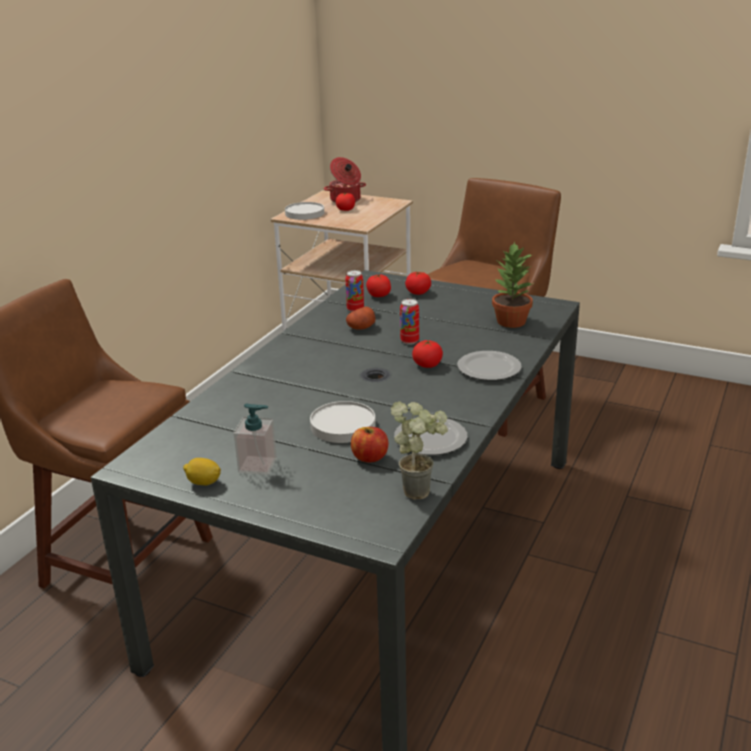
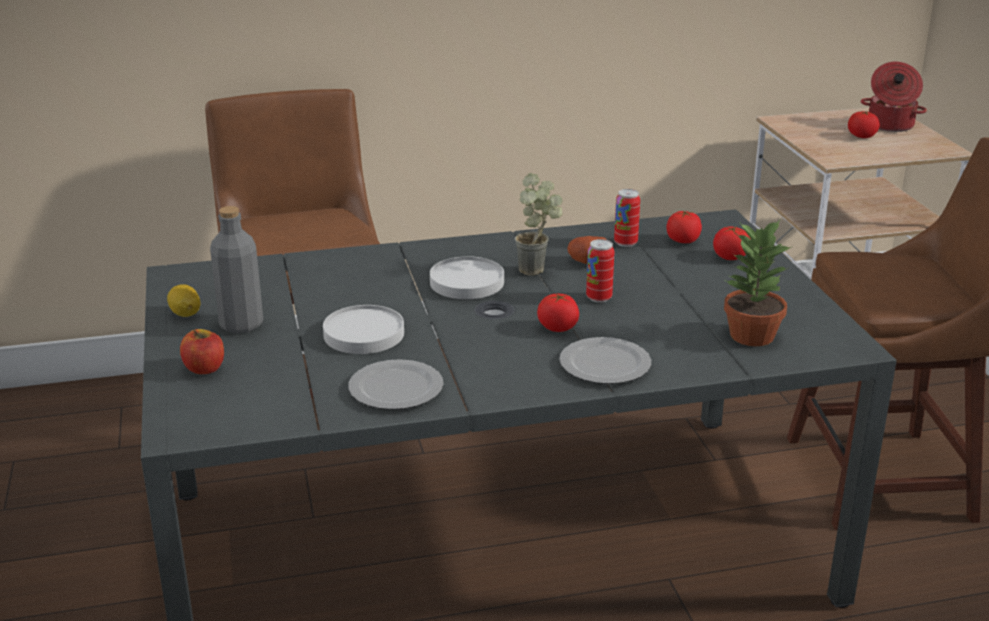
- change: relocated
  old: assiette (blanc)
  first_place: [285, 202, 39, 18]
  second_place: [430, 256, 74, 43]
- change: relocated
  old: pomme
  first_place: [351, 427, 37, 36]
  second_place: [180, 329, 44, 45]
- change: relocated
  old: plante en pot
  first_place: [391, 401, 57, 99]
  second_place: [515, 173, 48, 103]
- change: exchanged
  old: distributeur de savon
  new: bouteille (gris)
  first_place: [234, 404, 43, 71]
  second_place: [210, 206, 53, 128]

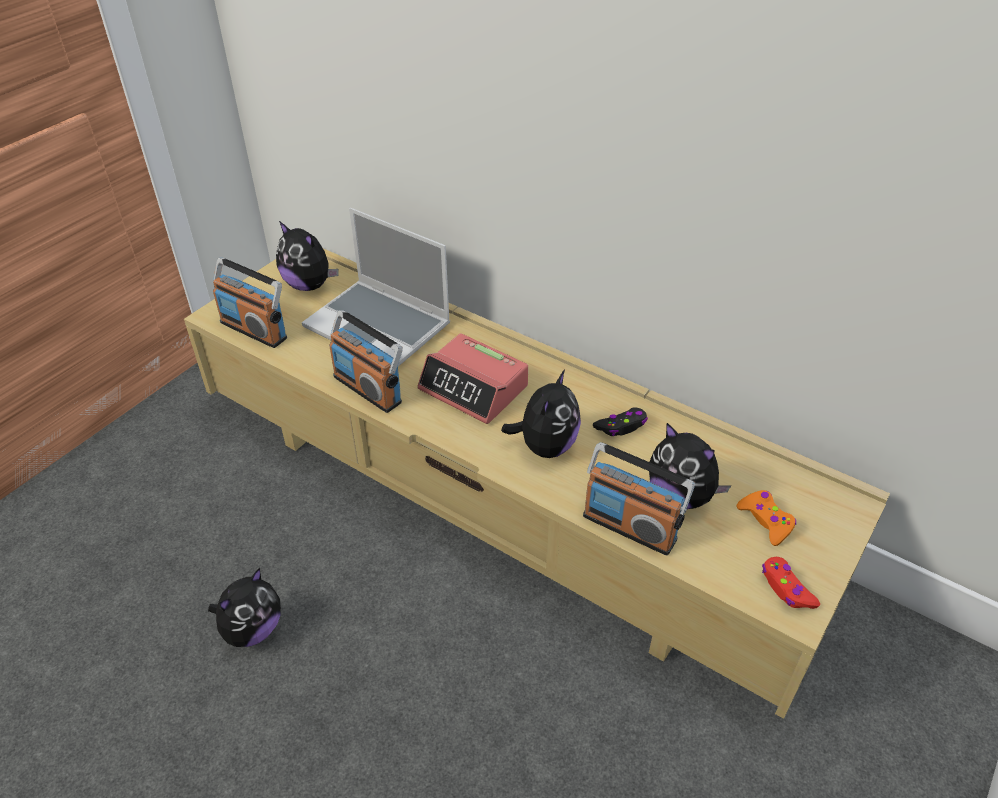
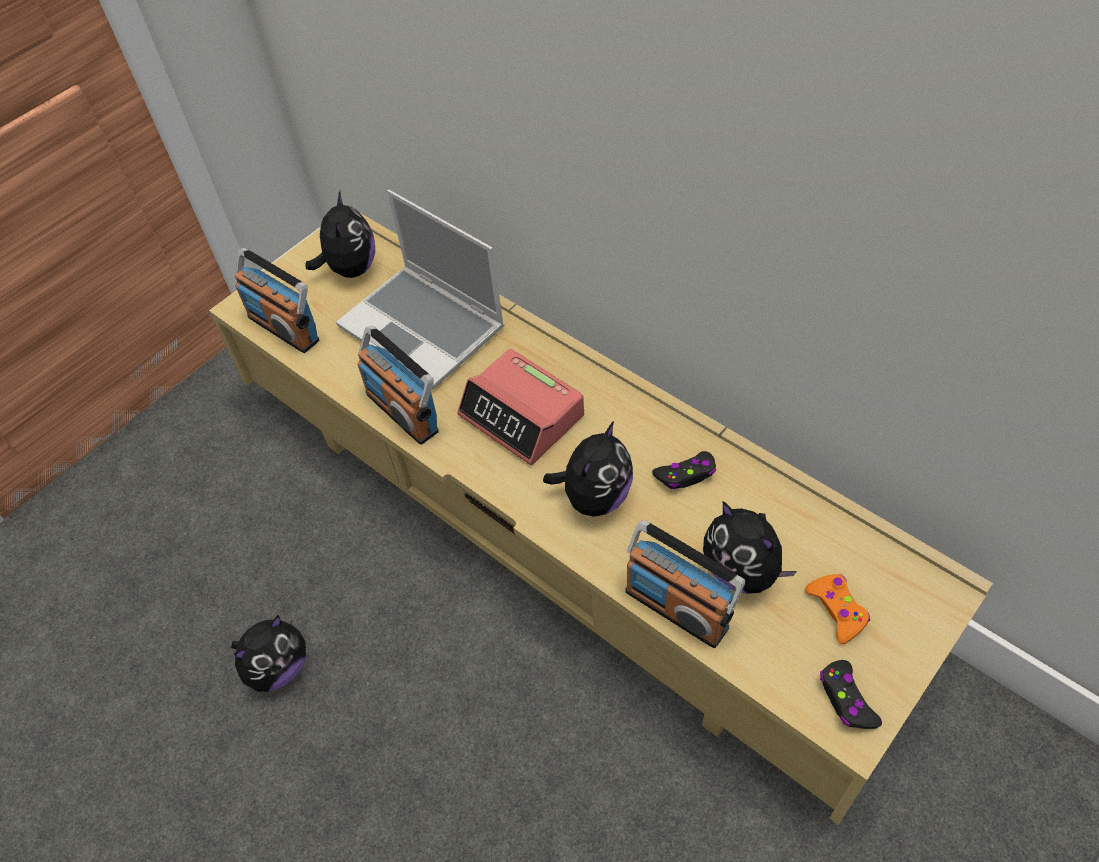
- change: colour
  old: manette (rouge)
  new: manette (noir)
  first_place: [762, 557, 58, 52]
  second_place: [820, 660, 62, 69]
- change: spun
  old: peluche
  first_place: [276, 221, 63, 70]
  second_place: [305, 191, 70, 87]
  degrees: -135

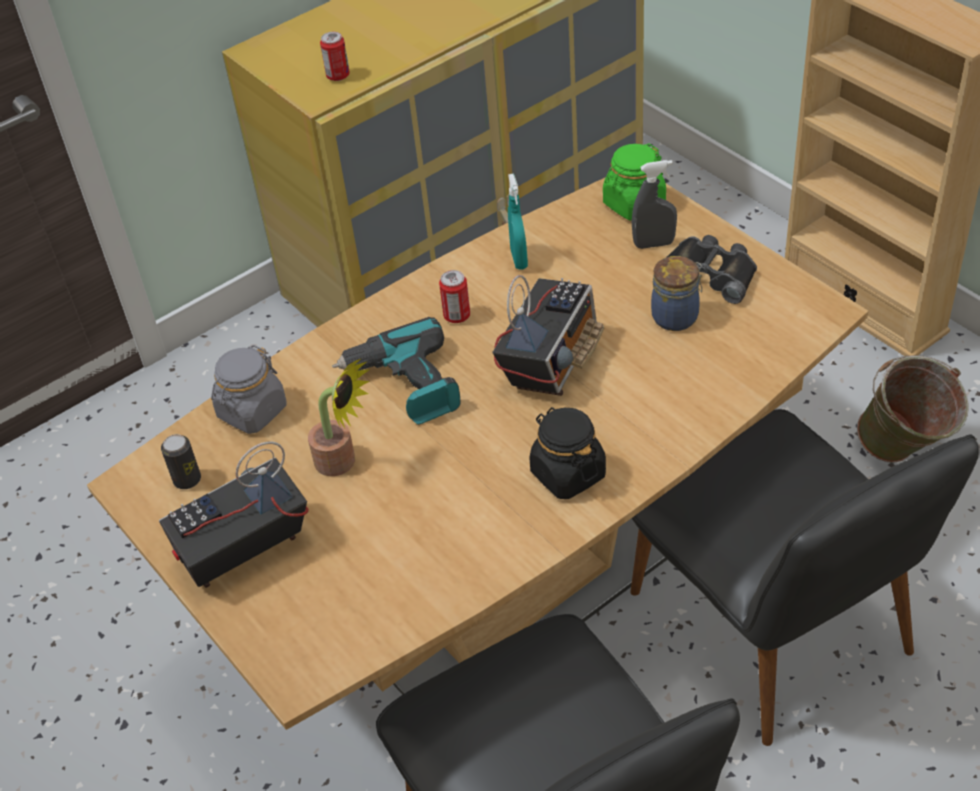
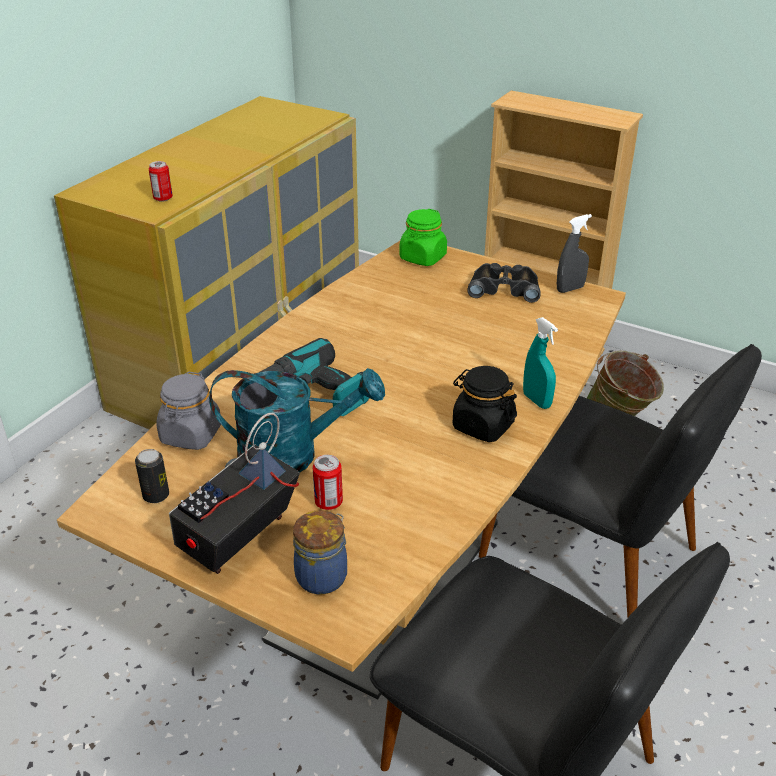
- change: missing
  old: radio
  first_place: [492, 275, 112, 121]
- change: relocated
  old: boîte métallique
  first_place: [439, 270, 31, 53]
  second_place: [313, 455, 30, 55]
- change: relocated
  old: vaporisateur (turquoise)
  first_place: [508, 174, 20, 96]
  second_place: [523, 317, 35, 92]
- change: relocated
  old: vaporisateur (gris)
  first_place: [632, 160, 45, 89]
  second_place: [557, 214, 35, 79]
- change: relocated
  old: bocal
  first_place: [651, 256, 51, 75]
  second_place: [293, 511, 54, 84]
- change: exchanged
  old: plante en pot
  new: arrosoir (turquoise)
  first_place: [308, 358, 62, 118]
  second_place: [209, 368, 176, 104]

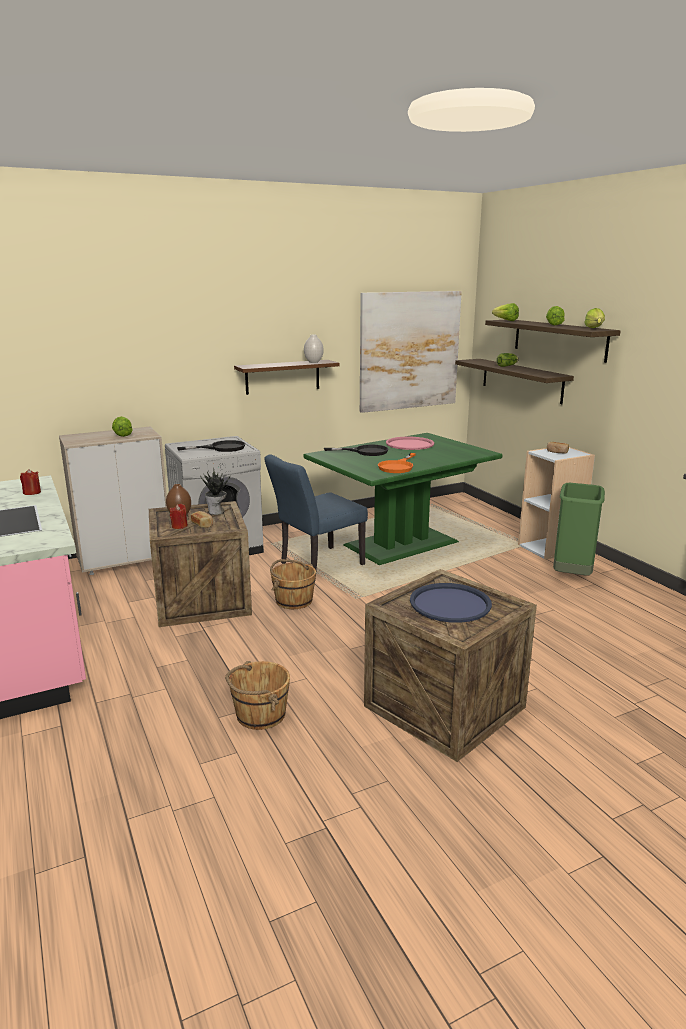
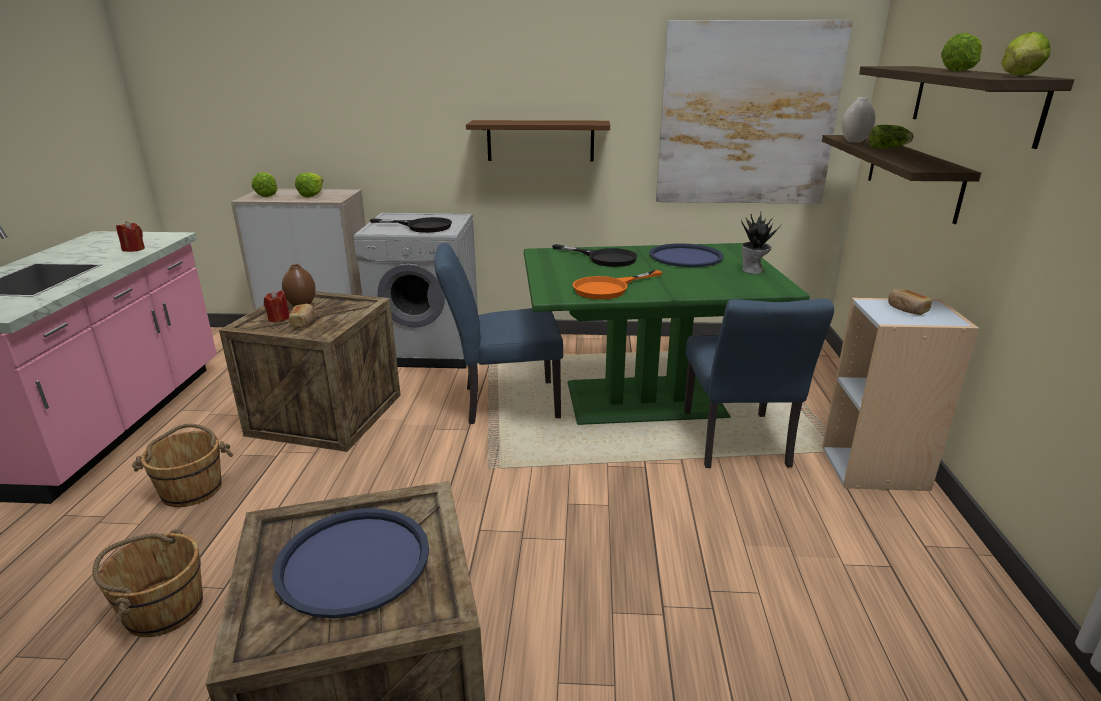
- change: missing
  old: poubelle (vert)
  first_place: [553, 483, 52, 92]
- change: appeared
  new: chaise (bleu)
  second_place: [684, 299, 150, 169]
- change: relocated
  old: plante en pot
  first_place: [201, 467, 29, 48]
  second_place: [741, 213, 41, 61]
- change: relocated
  old: seau (marron)
  first_place: [270, 559, 46, 50]
  second_place: [132, 424, 101, 83]
- change: relocated
  old: vase (blanc)
  first_place: [304, 335, 20, 28]
  second_place: [841, 97, 34, 46]
- change: relocated
  old: laitue
  first_place: [492, 303, 27, 18]
  second_place: [252, 172, 25, 25]
- change: colour
  old: plateau (rose)
  new: plateau (bleu)
  first_place: [386, 437, 48, 13]
  second_place: [649, 243, 75, 24]

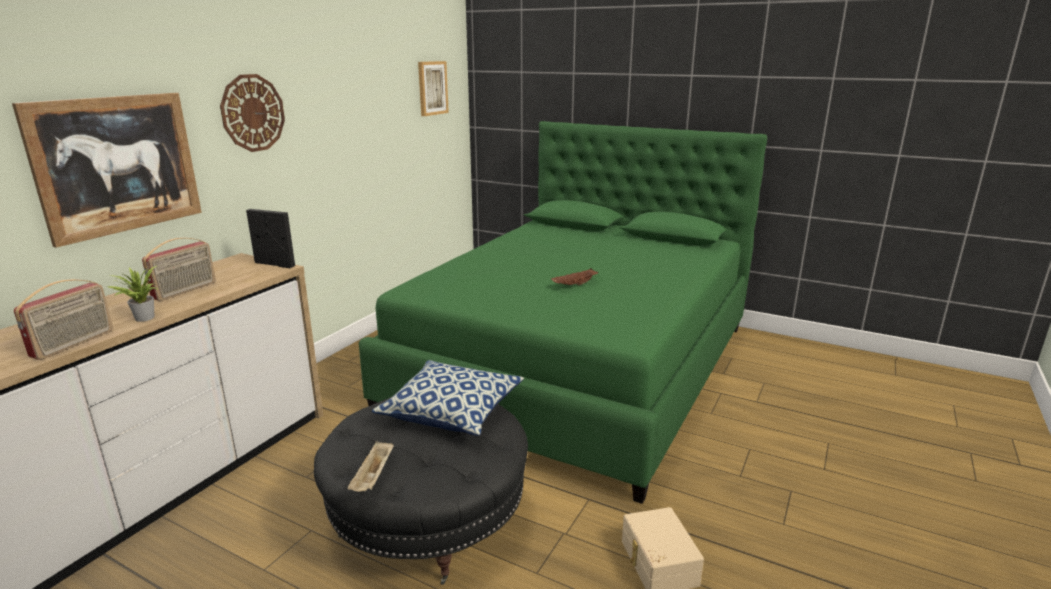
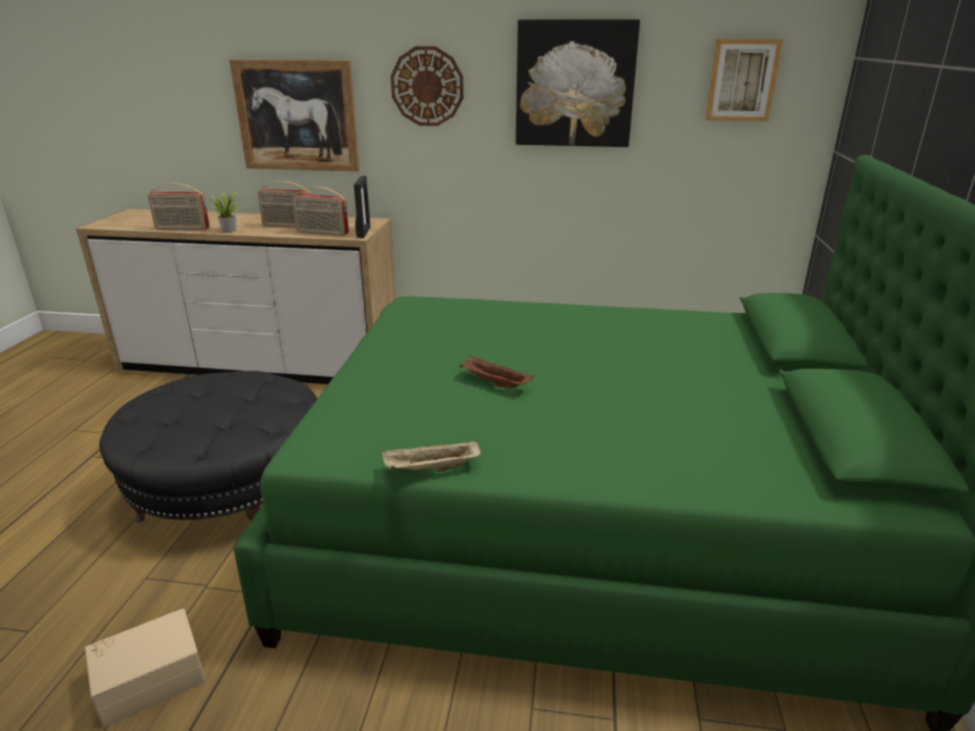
- change: missing
  old: coussin
  first_place: [372, 360, 152, 76]
- change: appeared
  new: radio
  second_place: [292, 187, 57, 49]
- change: appeared
  new: tableau
  second_place: [516, 19, 124, 128]
- change: relocated
  old: plateau (beige)
  first_place: [347, 441, 47, 50]
  second_place: [382, 439, 99, 33]

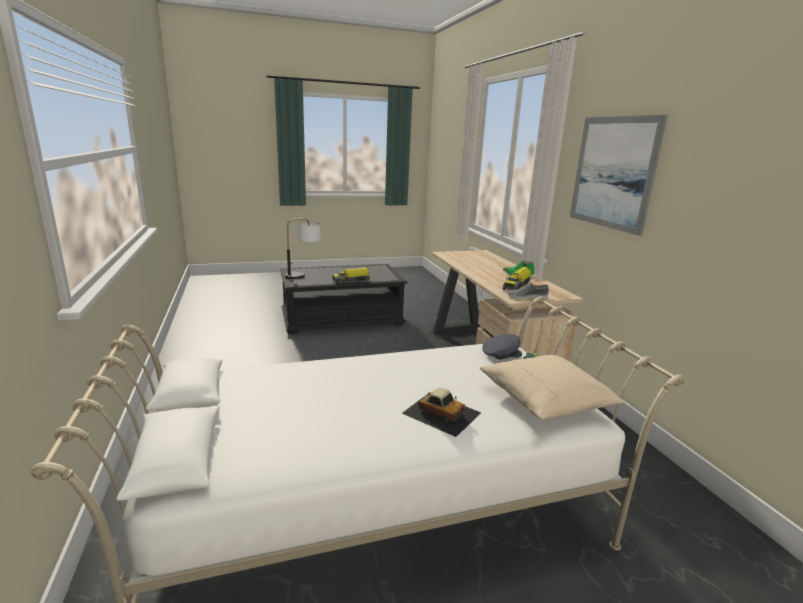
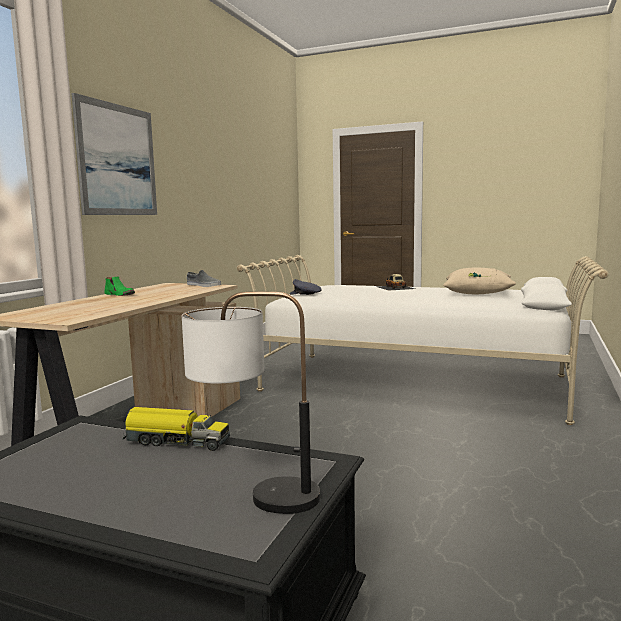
- change: missing
  old: camion jouet
  first_place: [503, 267, 28, 23]
- change: relocated
  old: coussin (beige)
  first_place: [480, 353, 143, 67]
  second_place: [443, 268, 73, 26]

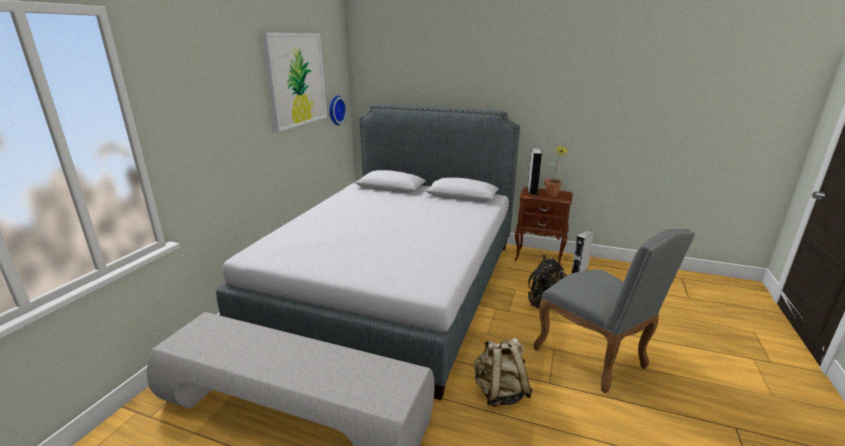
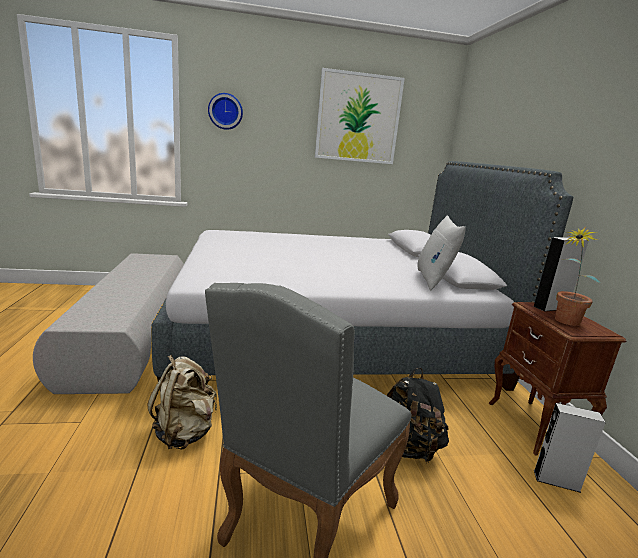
- change: appeared
  new: coussin (gris)
  second_place: [417, 215, 49, 75]
- change: relocated
  old: horloge murale
  first_place: [329, 95, 18, 30]
  second_place: [208, 93, 35, 37]

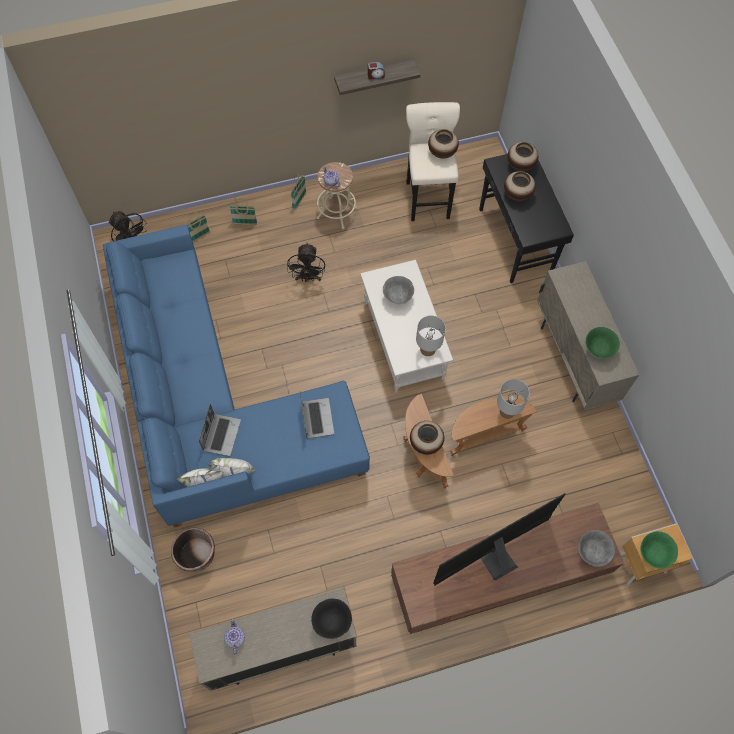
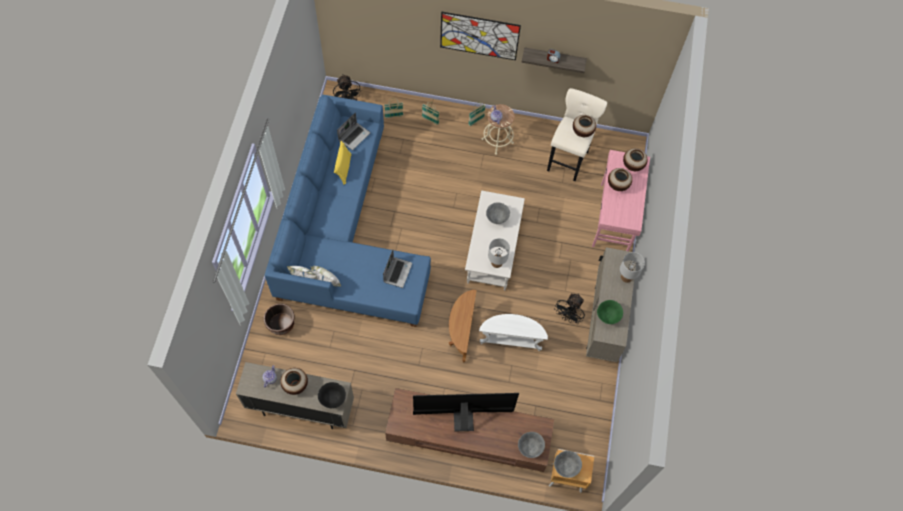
- change: appeared
  new: coussin (jaune)
  second_place: [334, 141, 18, 44]
- change: appeared
  new: tableau
  second_place: [440, 11, 81, 49]
- change: relocated
  old: ordinateur portable
  first_place: [199, 404, 42, 52]
  second_place: [337, 113, 33, 37]
- change: relocated
  old: ventilateur (noir)
  first_place: [287, 243, 38, 39]
  second_place: [554, 293, 31, 31]
- change: relocated
  old: vase
  first_place: [410, 421, 34, 34]
  second_place: [280, 368, 28, 27]
- change: relocated
  old: lampe de table (gris)
  first_place: [497, 379, 32, 40]
  second_place: [620, 252, 25, 31]
- change: colour
  old: table d'appoint (marron)
  new: table d'appoint (blanc)
  first_place: [450, 397, 87, 59]
  second_place: [479, 314, 69, 37]
- change: colour
  old: table console (noir)
  new: table console (rose)
  first_place: [479, 154, 95, 129]
  second_place: [592, 150, 58, 101]
- change: colour
  old: bol (vert)
  new: bol (gris)
  first_place: [640, 531, 38, 38]
  second_place: [554, 451, 28, 27]

